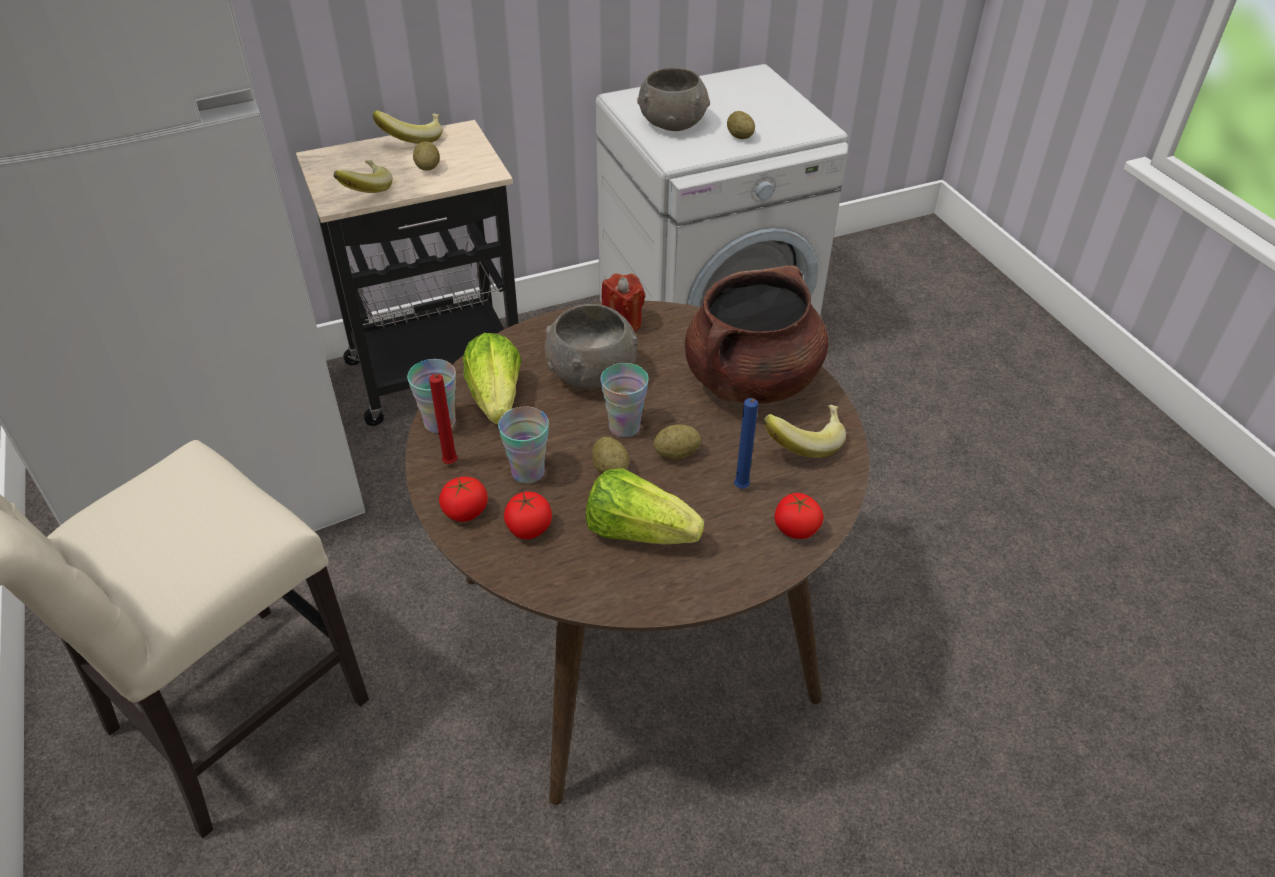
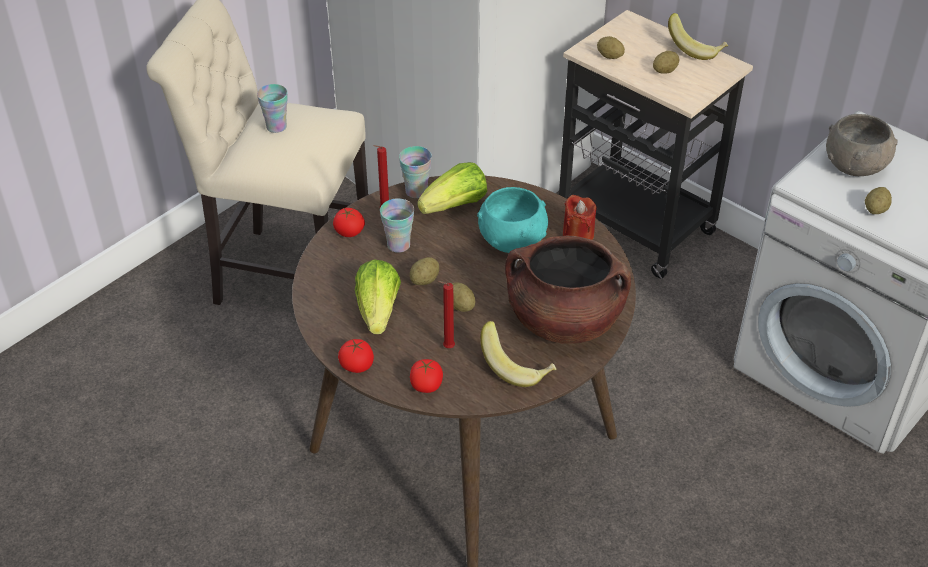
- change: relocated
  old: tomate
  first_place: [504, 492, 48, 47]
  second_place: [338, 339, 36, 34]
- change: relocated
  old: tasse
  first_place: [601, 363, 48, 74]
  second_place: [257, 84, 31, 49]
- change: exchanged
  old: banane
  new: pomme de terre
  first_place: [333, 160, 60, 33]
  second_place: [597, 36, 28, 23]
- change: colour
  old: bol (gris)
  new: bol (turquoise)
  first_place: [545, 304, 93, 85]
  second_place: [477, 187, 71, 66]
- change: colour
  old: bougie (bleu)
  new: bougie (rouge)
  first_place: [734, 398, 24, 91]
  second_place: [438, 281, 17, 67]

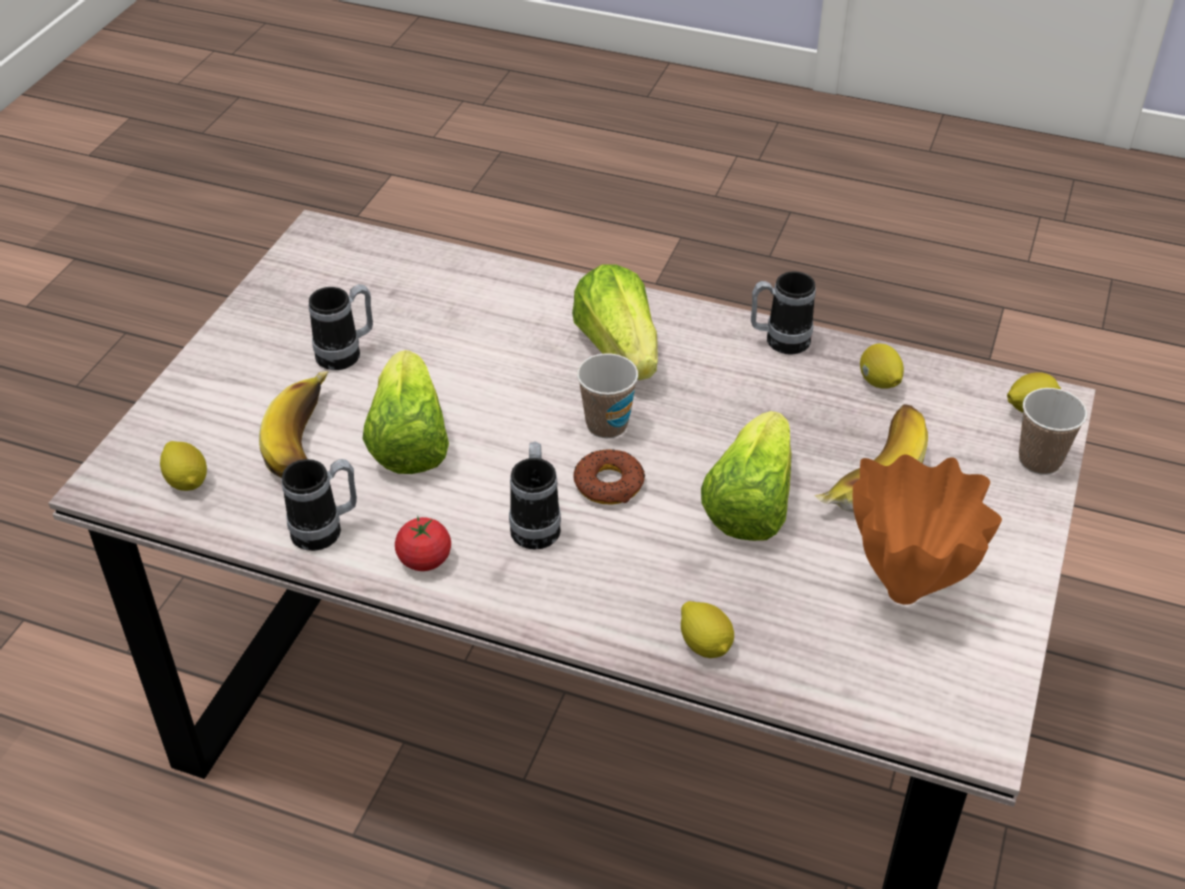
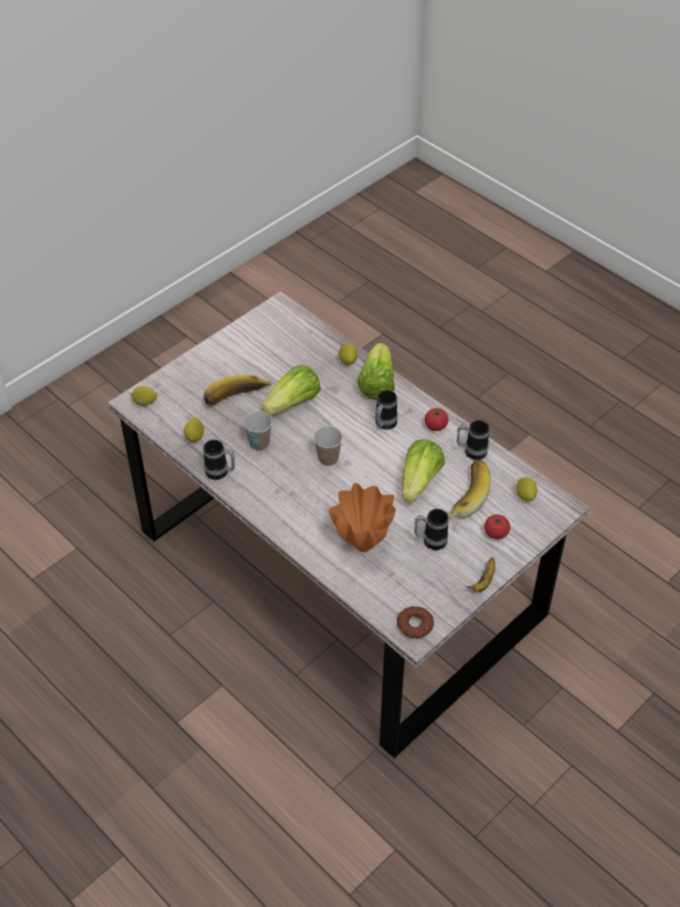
- change: appeared
  new: banane
  second_place: [466, 557, 29, 36]
- change: appeared
  new: tomate
  second_place: [484, 514, 26, 25]
- change: relocated
  old: laitue
  first_place: [572, 264, 86, 116]
  second_place: [357, 343, 38, 57]
- change: relocated
  old: beignet
  first_place: [573, 449, 72, 55]
  second_place: [397, 606, 37, 32]
- change: relocated
  old: vase (orange)
  first_place: [853, 454, 149, 151]
  second_place: [329, 483, 67, 69]
- change: relocated
  old: tasse
  first_place: [1019, 388, 68, 86]
  second_place: [243, 411, 29, 40]

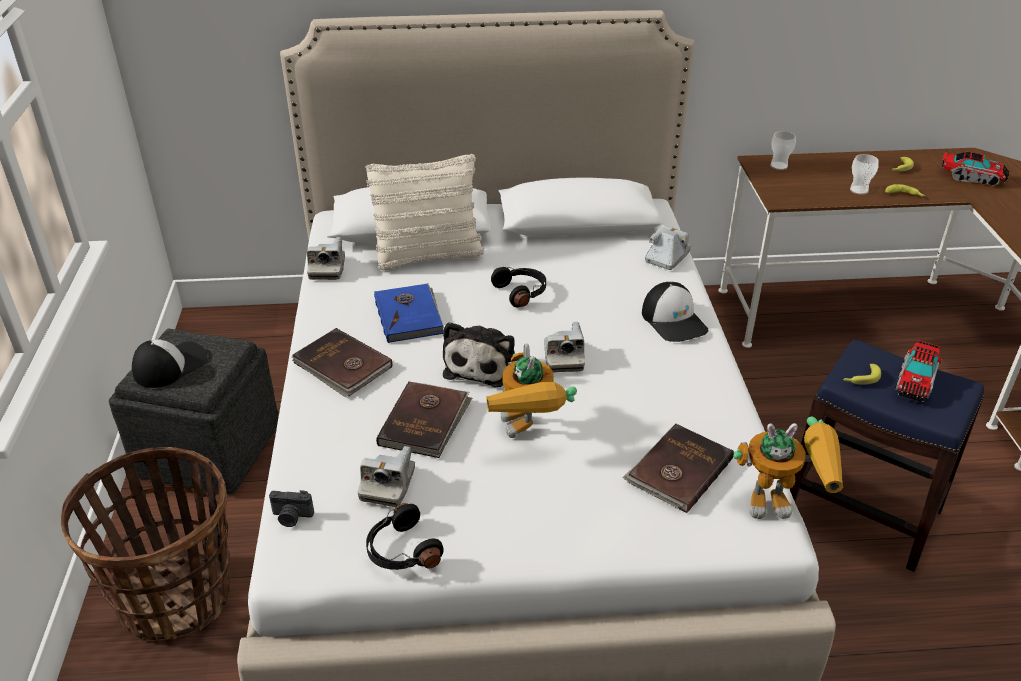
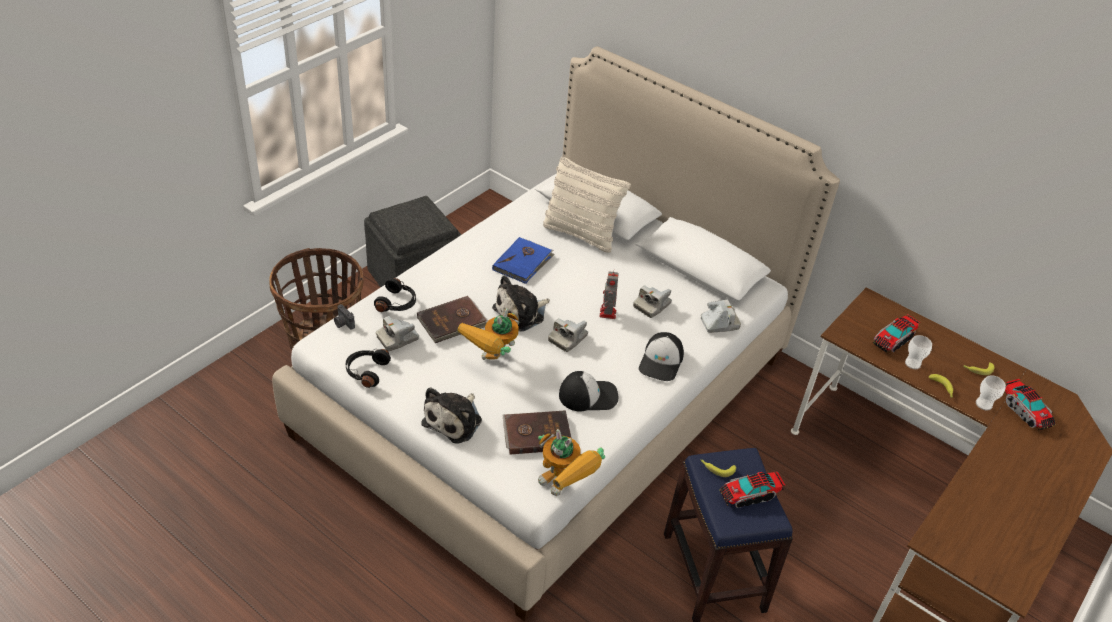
- change: missing
  old: livre (marron)
  first_place: [292, 328, 100, 69]
- change: appeared
  new: peluche
  second_place: [421, 387, 61, 57]
- change: appeared
  new: robot jouet
  second_place: [599, 271, 20, 48]
- change: appeared
  new: camion jouet
  second_place: [873, 314, 48, 39]
- change: relocated
  old: casquette
  first_place: [132, 339, 76, 49]
  second_place: [559, 371, 59, 41]
- change: relocated
  old: appareil photo
  first_place: [307, 237, 38, 43]
  second_place: [633, 285, 39, 33]
- change: relocated
  old: casque audio (noir)
  first_place: [491, 267, 55, 40]
  second_place: [374, 278, 42, 34]
- change: relocated
  old: tasse
  first_place: [770, 131, 26, 39]
  second_place: [976, 375, 30, 36]

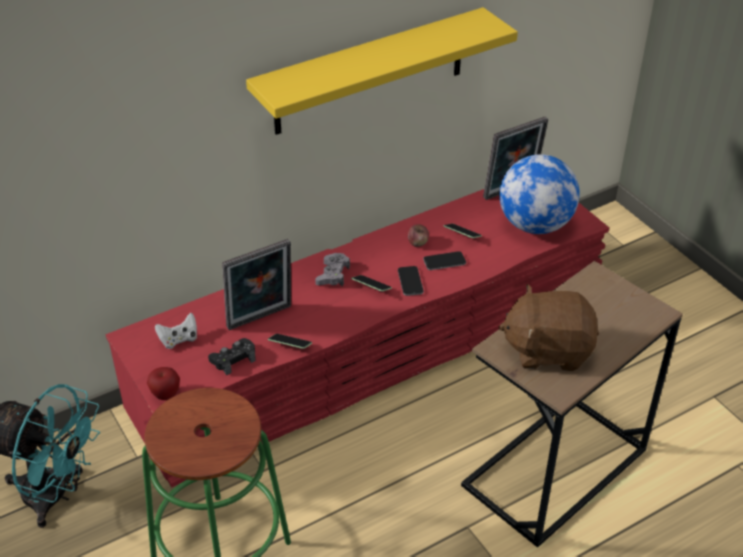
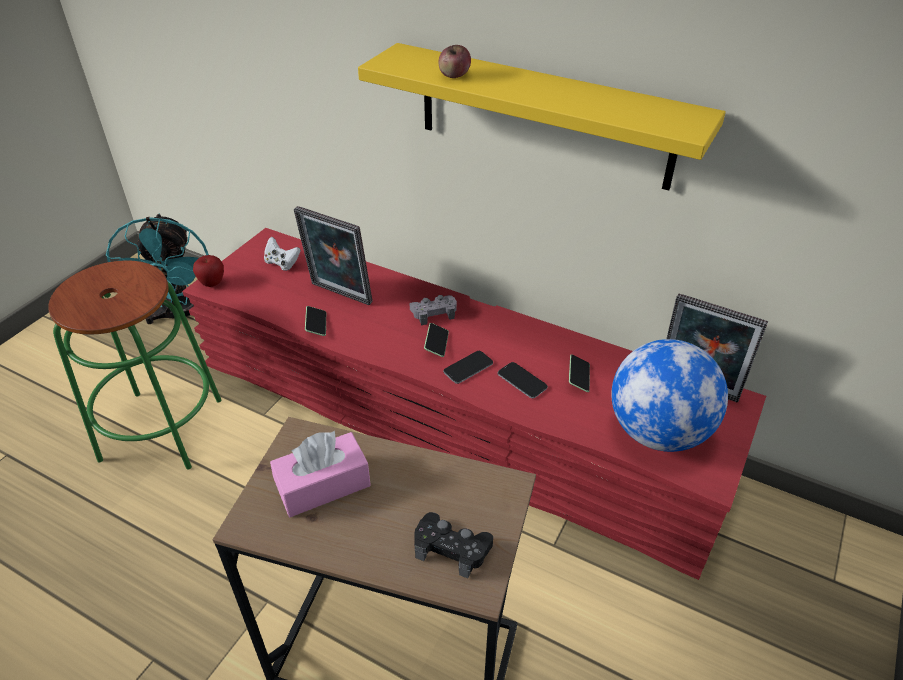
- change: relocated
  old: manette (noir)
  first_place: [208, 338, 48, 38]
  second_place: [414, 512, 79, 66]
- change: relocated
  old: pomme
  first_place: [408, 224, 21, 23]
  second_place: [438, 45, 33, 33]
- change: exchanged
  old: peluche (marron)
  new: boîte à mouchoirs (rose)
  first_place: [499, 284, 100, 87]
  second_place: [270, 431, 101, 86]

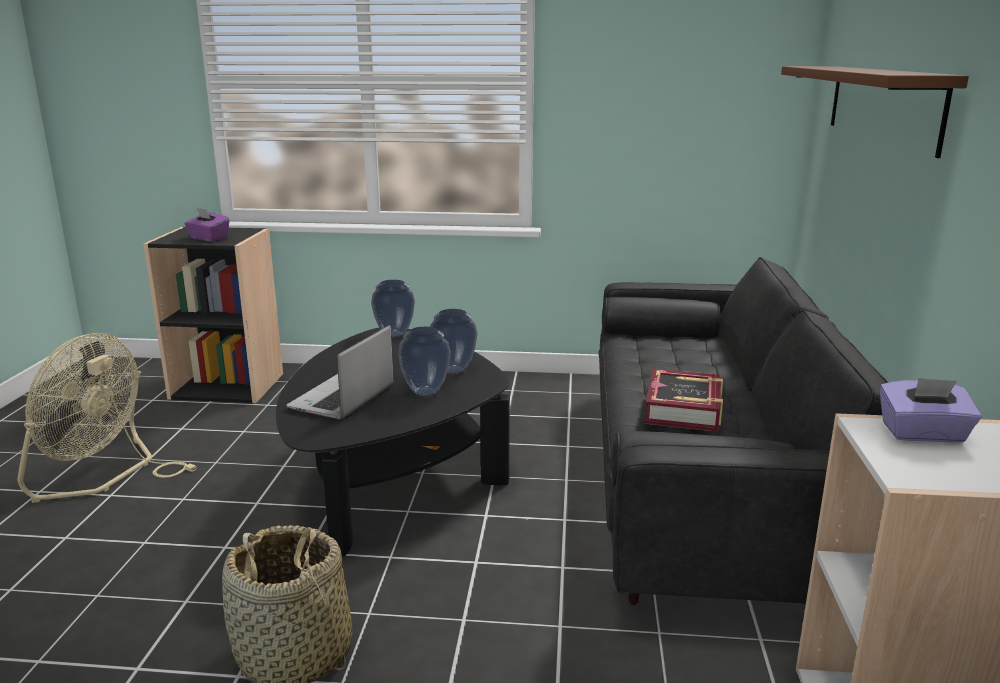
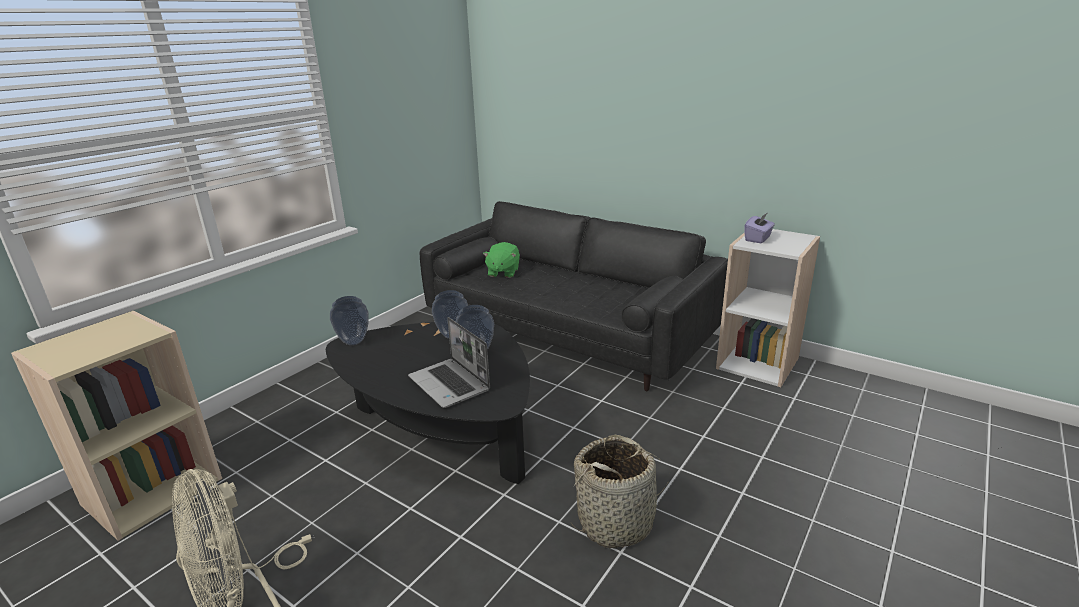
- change: missing
  old: boîte à mouchoirs (violet)
  first_place: [185, 207, 44, 35]
- change: missing
  old: livre
  first_place: [644, 368, 79, 64]
- change: missing
  old: étagère (marron)
  first_place: [781, 66, 188, 92]
- change: appeared
  new: peluche (vert)
  second_place: [483, 242, 37, 36]
- change: colour
  old: bibliothèque (noir)
  new: bibliothèque (beige)
  first_place: [144, 227, 139, 176]
  second_place: [11, 311, 211, 230]

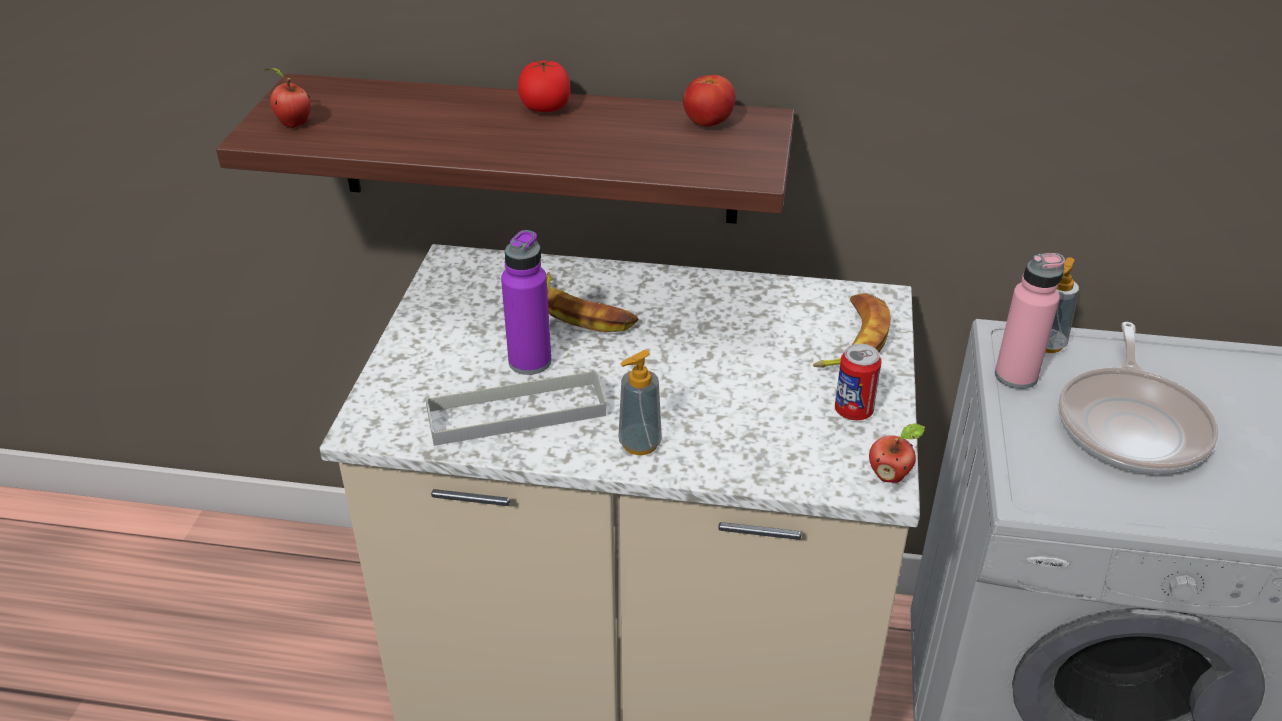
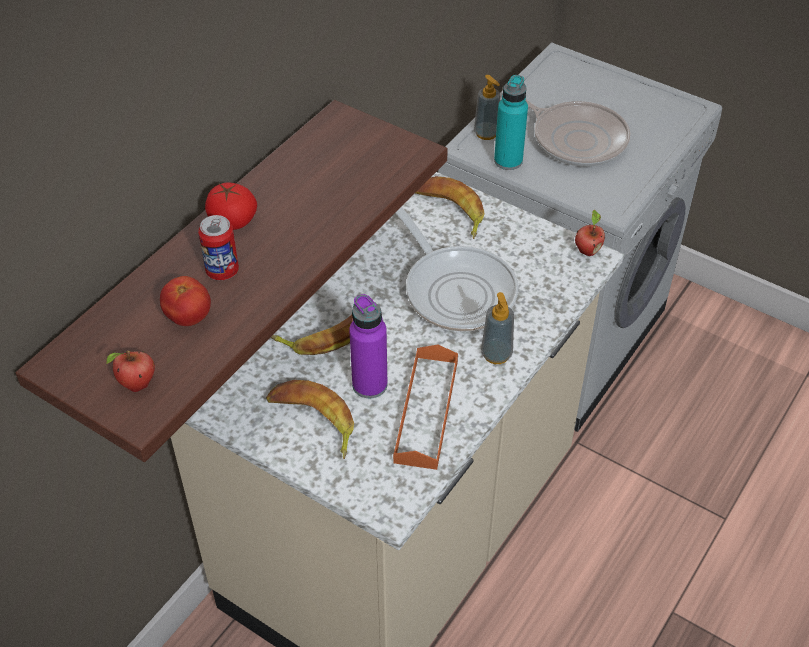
- change: appeared
  new: banane
  second_place: [266, 380, 88, 79]
- change: appeared
  new: poêle
  second_place: [396, 207, 122, 124]
- change: relocated
  old: tomate
  first_place: [683, 75, 53, 52]
  second_place: [160, 276, 51, 50]
- change: relocated
  old: boîte métallique
  first_place: [835, 344, 47, 76]
  second_place: [198, 215, 41, 65]
- change: colour
  old: plateau (gris)
  new: plateau (orange)
  first_place: [425, 369, 181, 77]
  second_place: [393, 344, 65, 126]
- change: colour
  old: bouteille (rose)
  new: bouteille (turquoise)
  first_place: [995, 253, 70, 136]
  second_place: [494, 75, 34, 95]

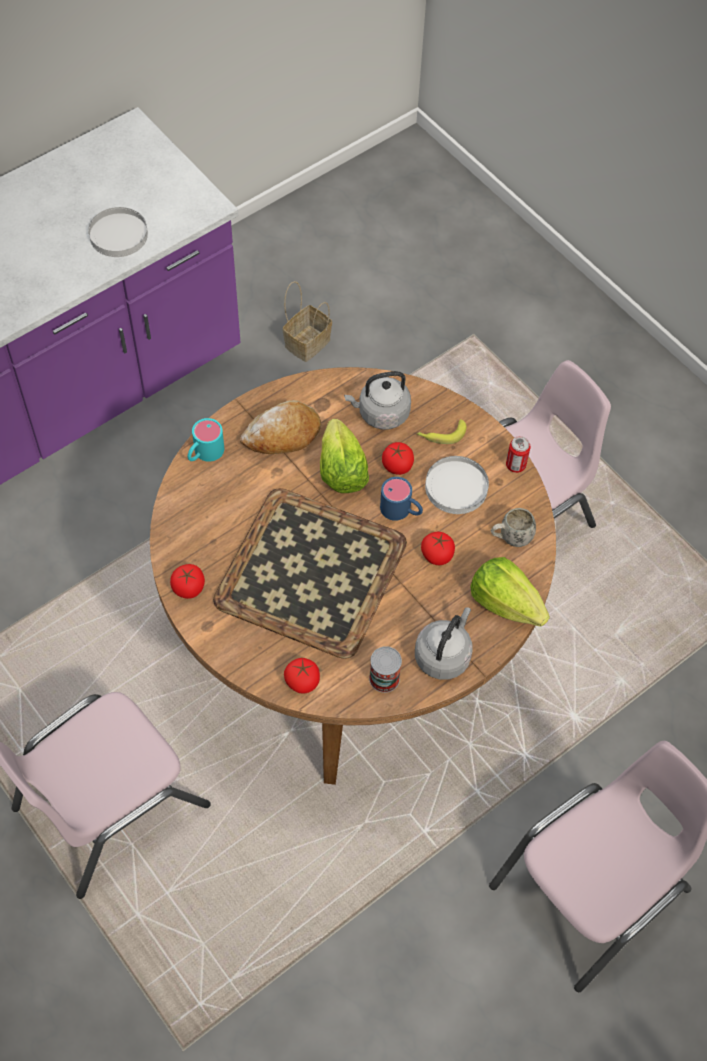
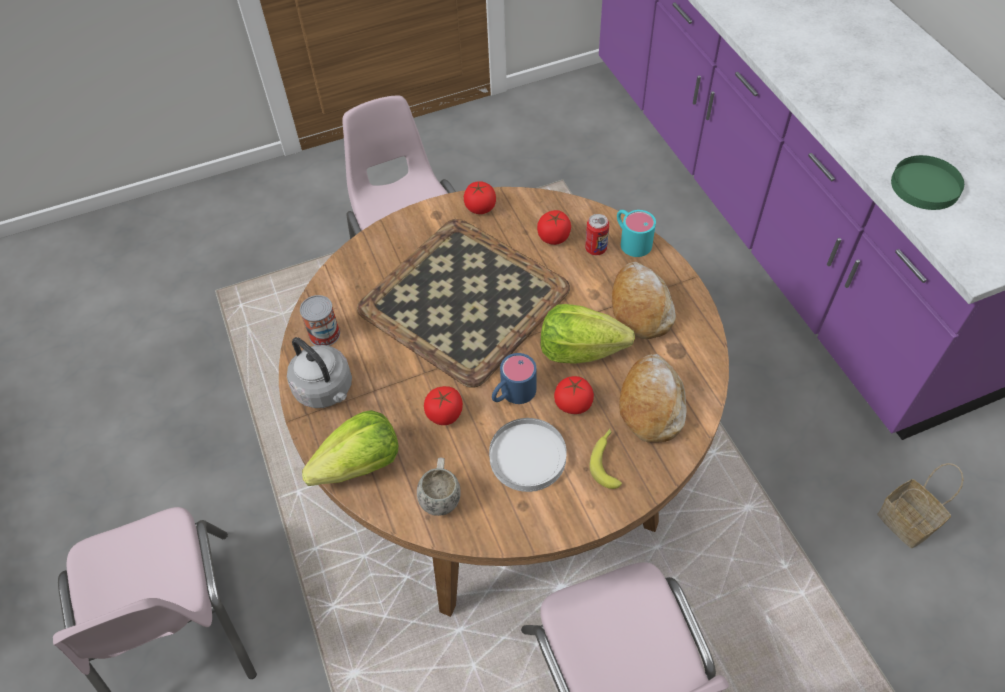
- change: relocated
  old: tomate
  first_place: [284, 658, 36, 36]
  second_place: [537, 210, 34, 35]
- change: relocated
  old: boîte métallique
  first_place: [506, 436, 25, 37]
  second_place: [585, 214, 24, 41]
- change: exchanged
  old: bouilloire (gris)
  new: pain
  first_place: [344, 371, 67, 59]
  second_place: [619, 354, 68, 89]
- change: colour
  old: assiette (blanc)
  new: assiette (vert)
  first_place: [88, 207, 60, 50]
  second_place: [891, 155, 73, 55]

